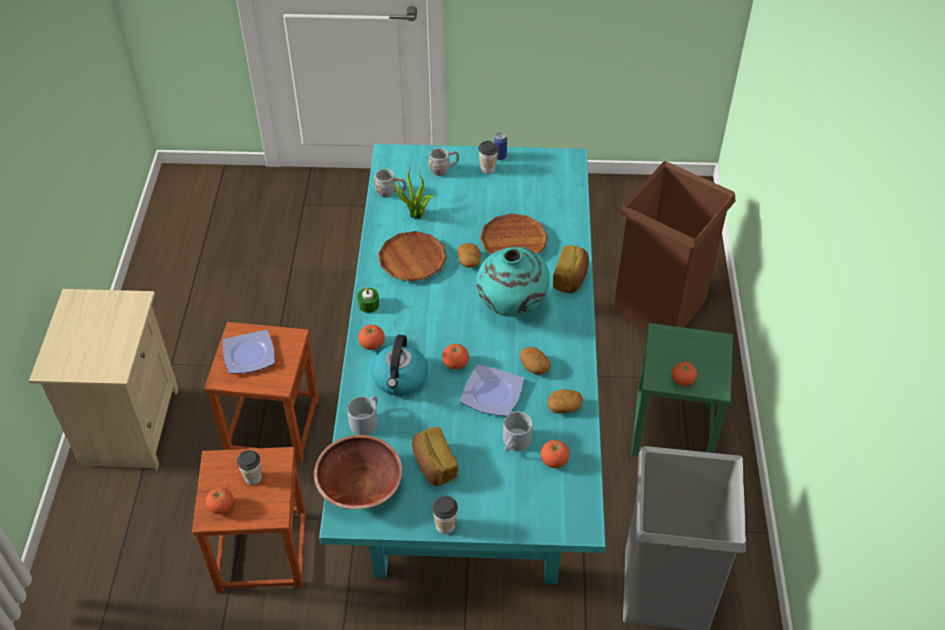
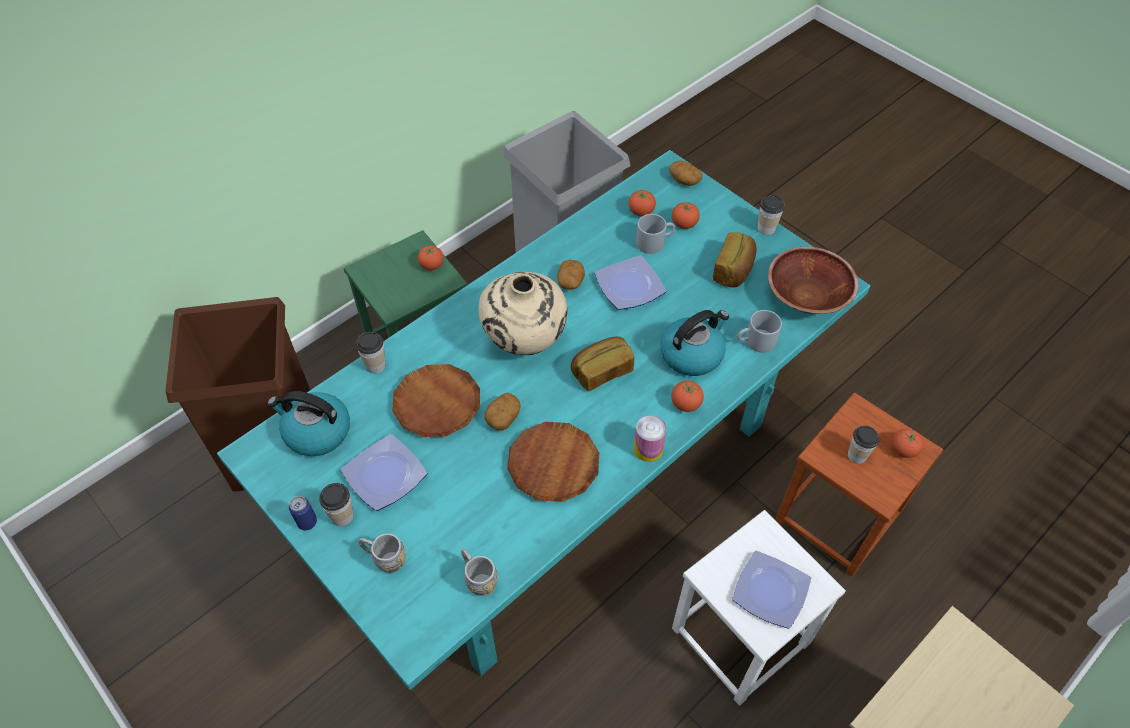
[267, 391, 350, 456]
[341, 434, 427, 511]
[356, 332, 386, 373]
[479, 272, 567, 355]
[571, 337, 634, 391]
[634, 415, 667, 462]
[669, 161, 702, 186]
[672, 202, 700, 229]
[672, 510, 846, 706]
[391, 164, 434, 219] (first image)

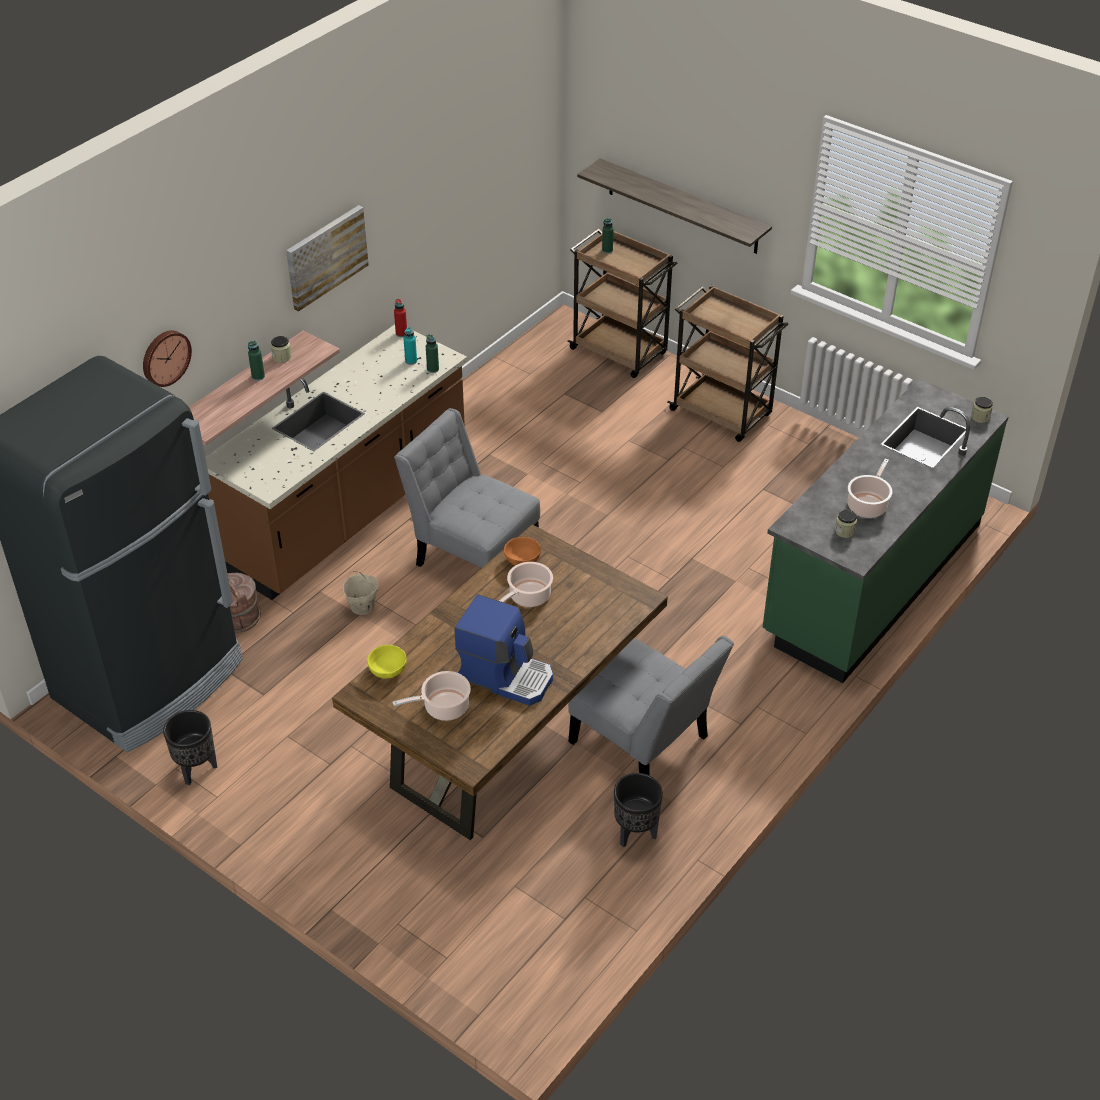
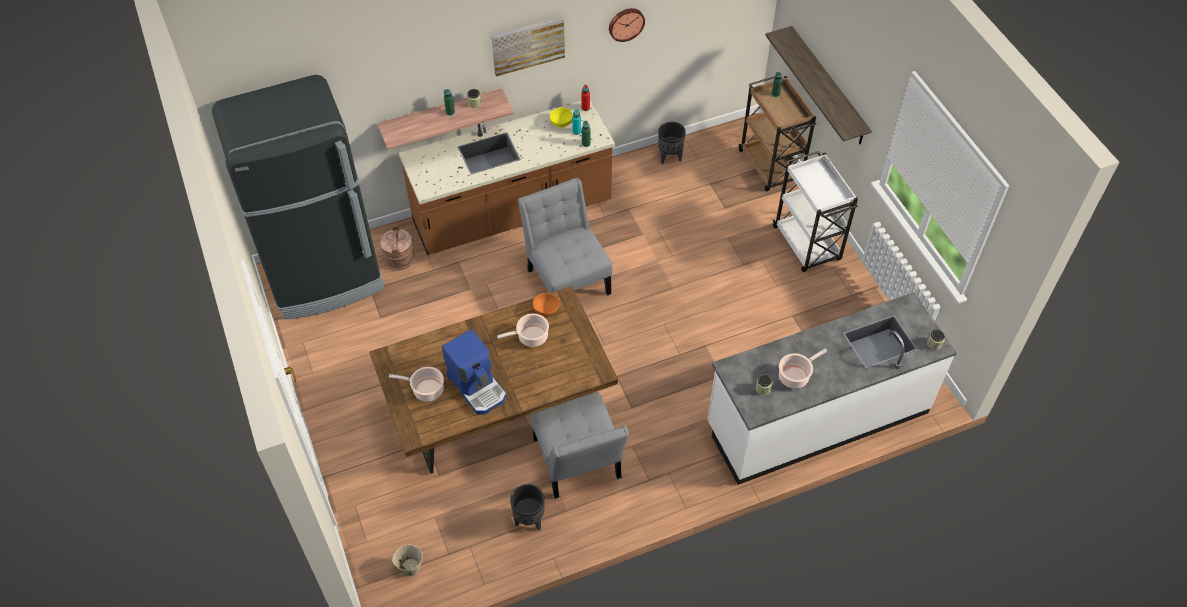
[392, 545, 423, 576]
[550, 108, 573, 127]
[609, 8, 645, 42]
[658, 122, 686, 164]
[708, 292, 957, 485]
[773, 151, 858, 272]

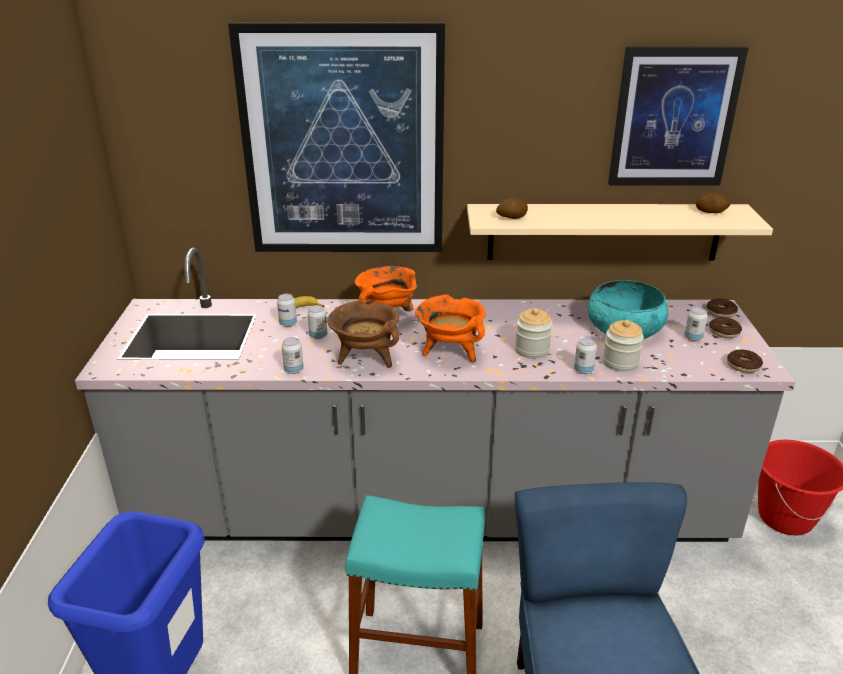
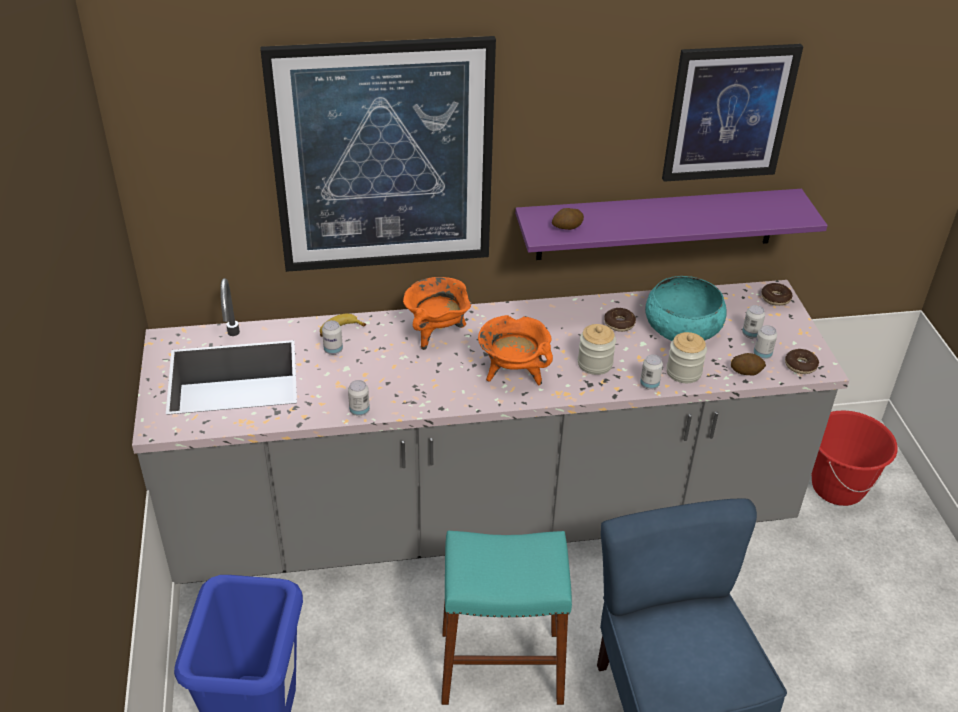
[515, 189, 828, 260]
[604, 308, 636, 332]
[731, 353, 766, 376]
[753, 325, 777, 359]
[327, 300, 399, 368] (first image)

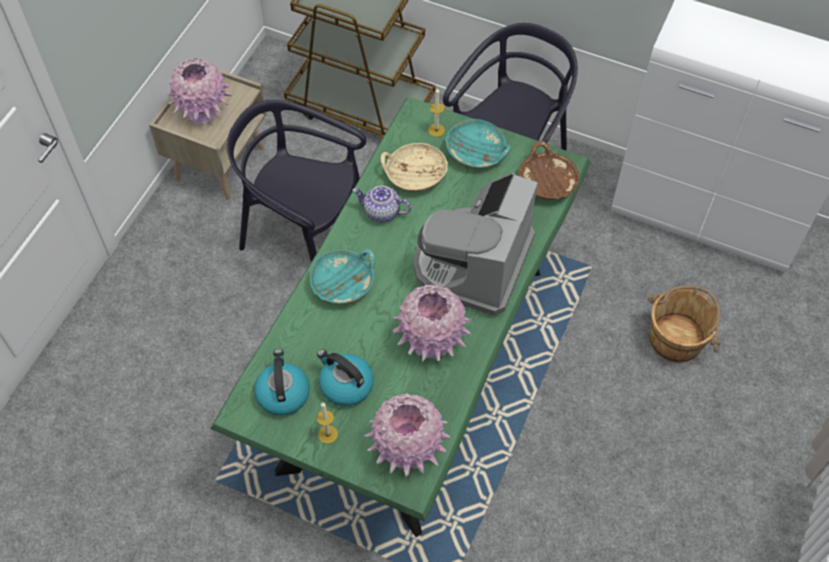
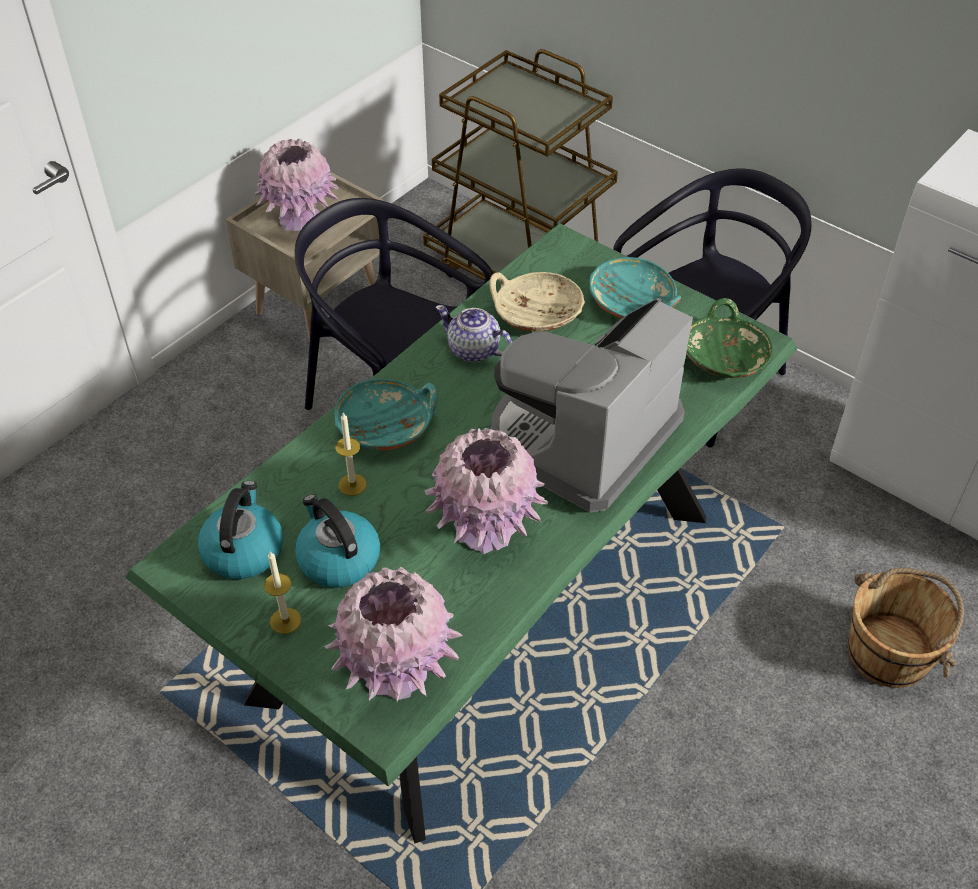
[335, 412, 367, 496]
[686, 298, 773, 378]

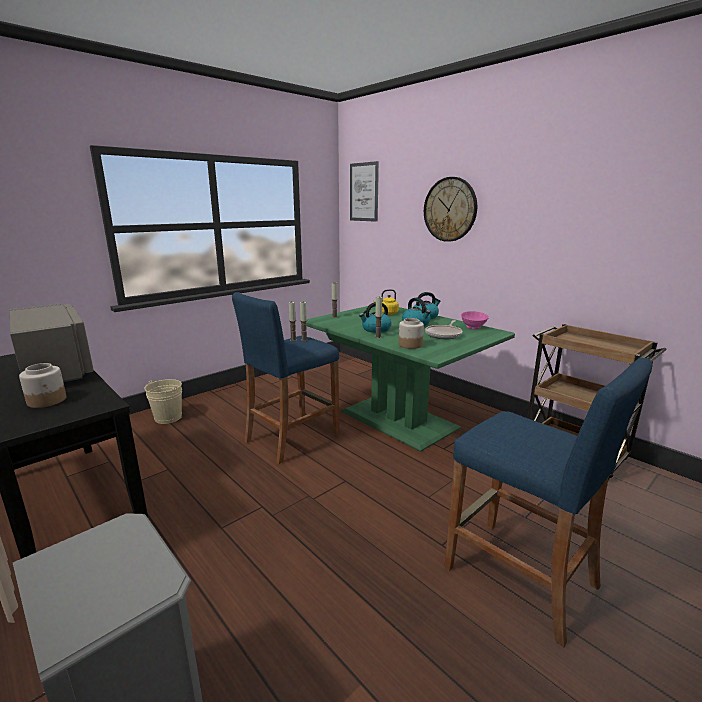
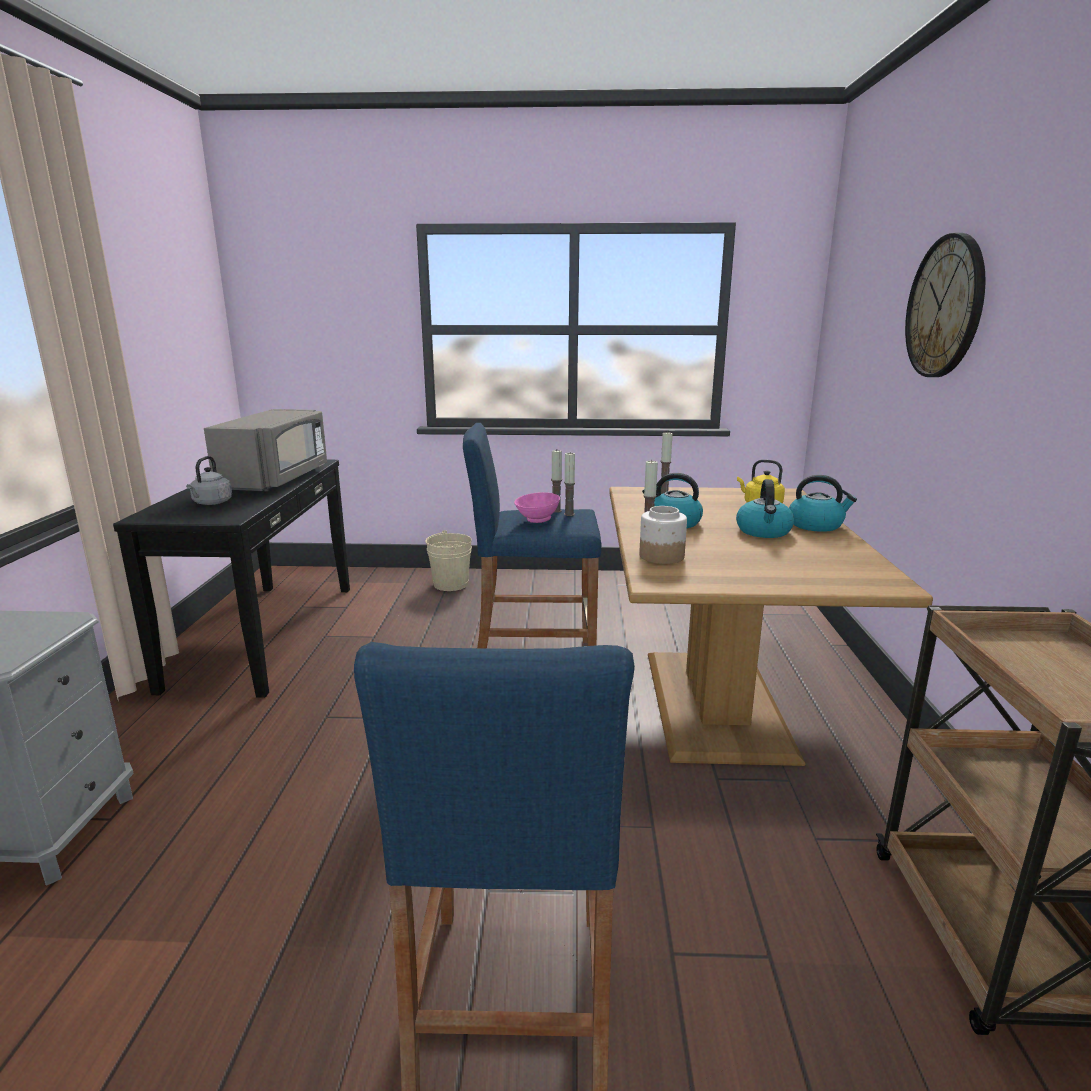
[186, 456, 232, 505]
[514, 492, 560, 523]
[609, 487, 933, 766]
[350, 161, 379, 222] (first image)
[425, 320, 463, 339] (first image)

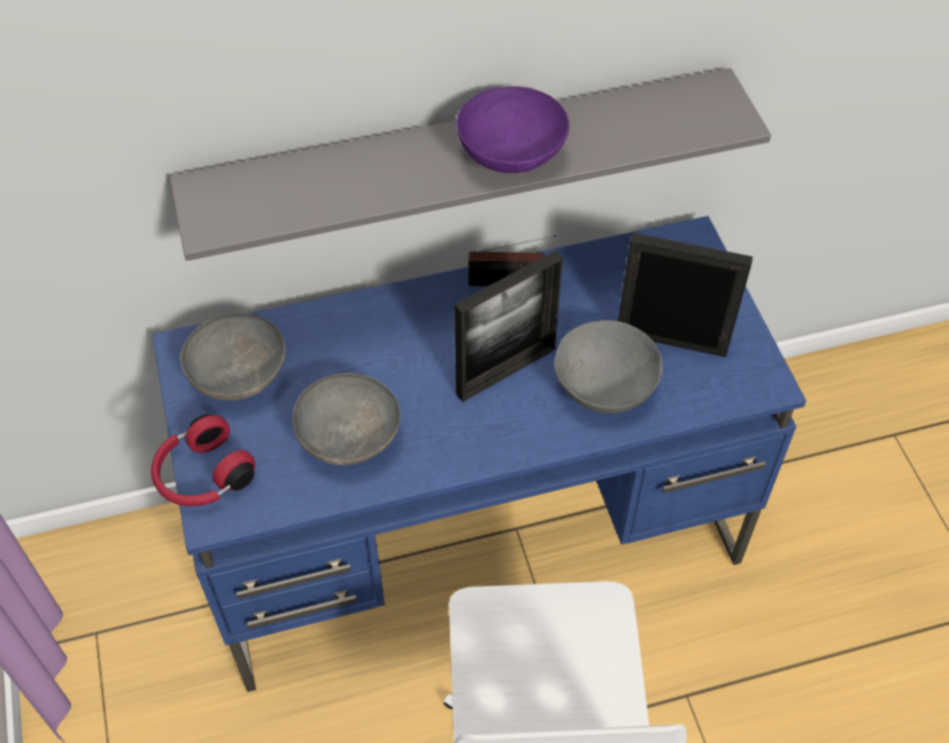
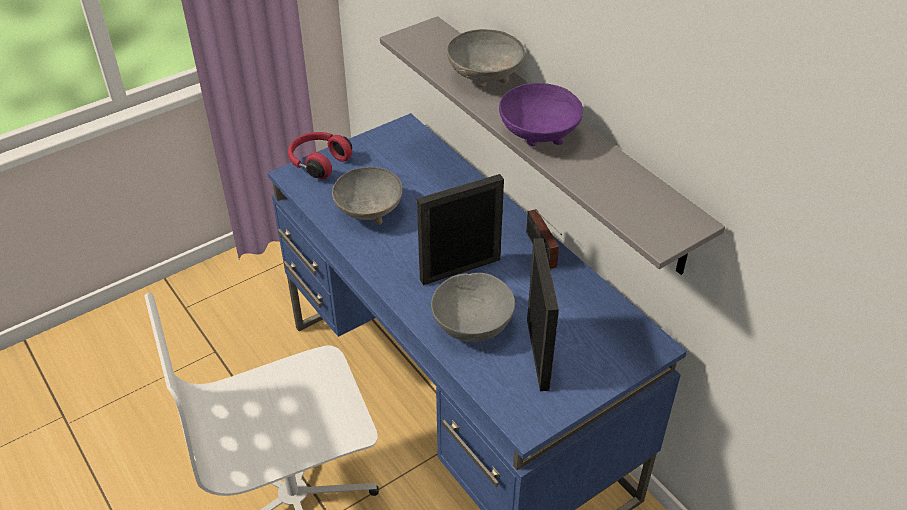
[417, 174, 504, 285]
[447, 29, 525, 87]

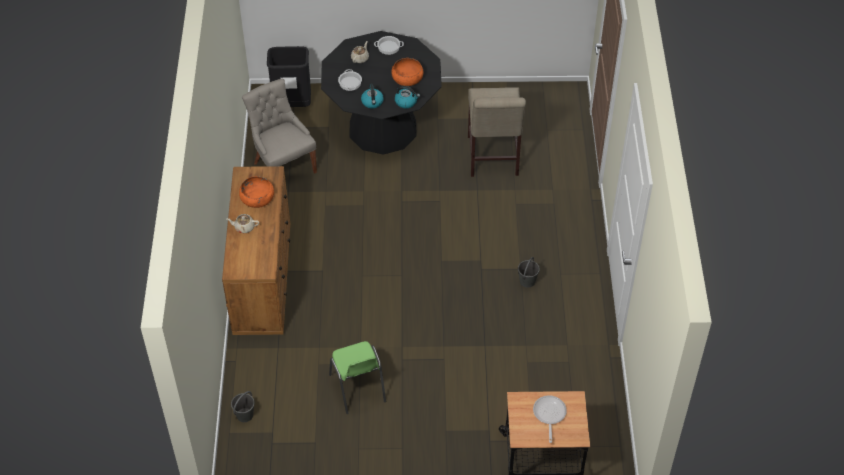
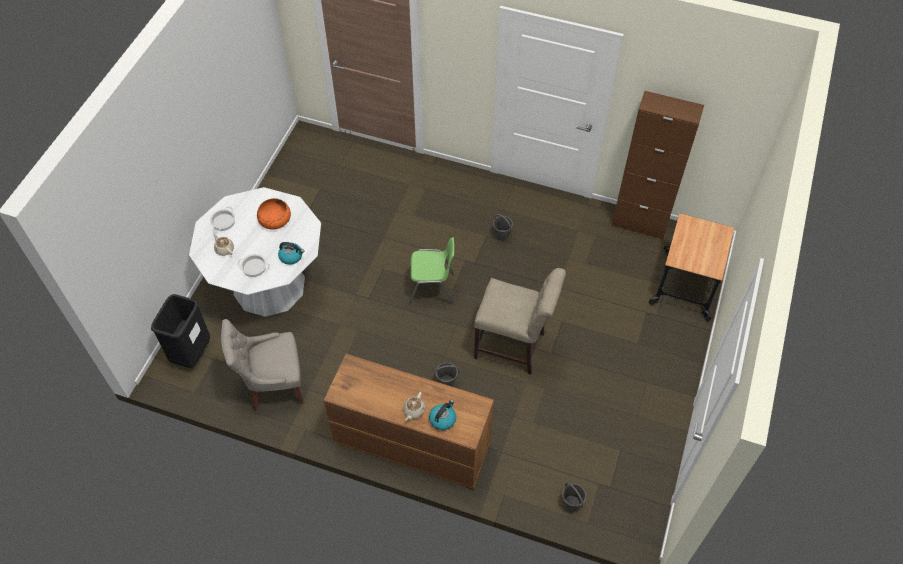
[189, 187, 321, 317]
[408, 237, 455, 306]
[429, 400, 456, 430]
[434, 362, 459, 387]
[474, 268, 566, 375]
[612, 91, 704, 240]
[239, 176, 274, 208] (first image)
[533, 395, 567, 443] (first image)

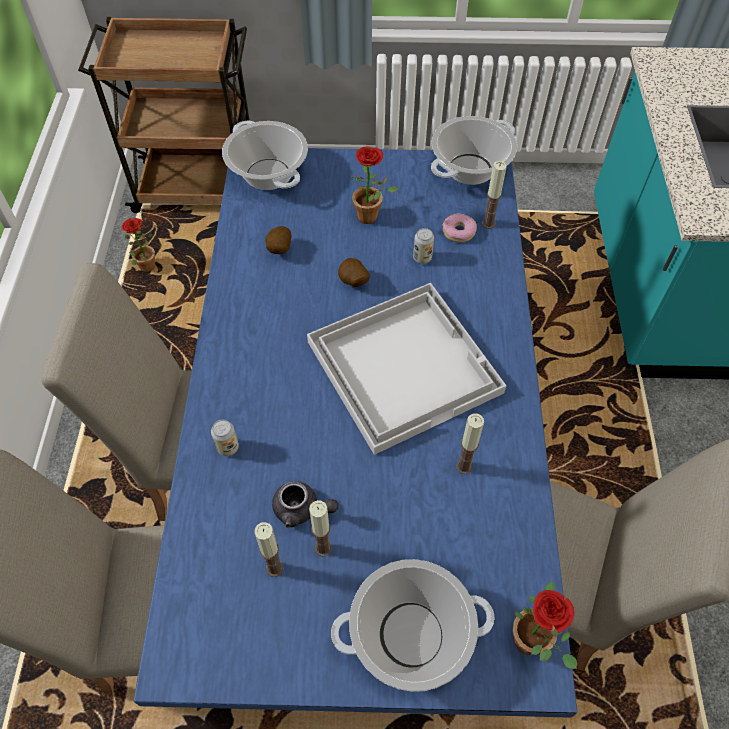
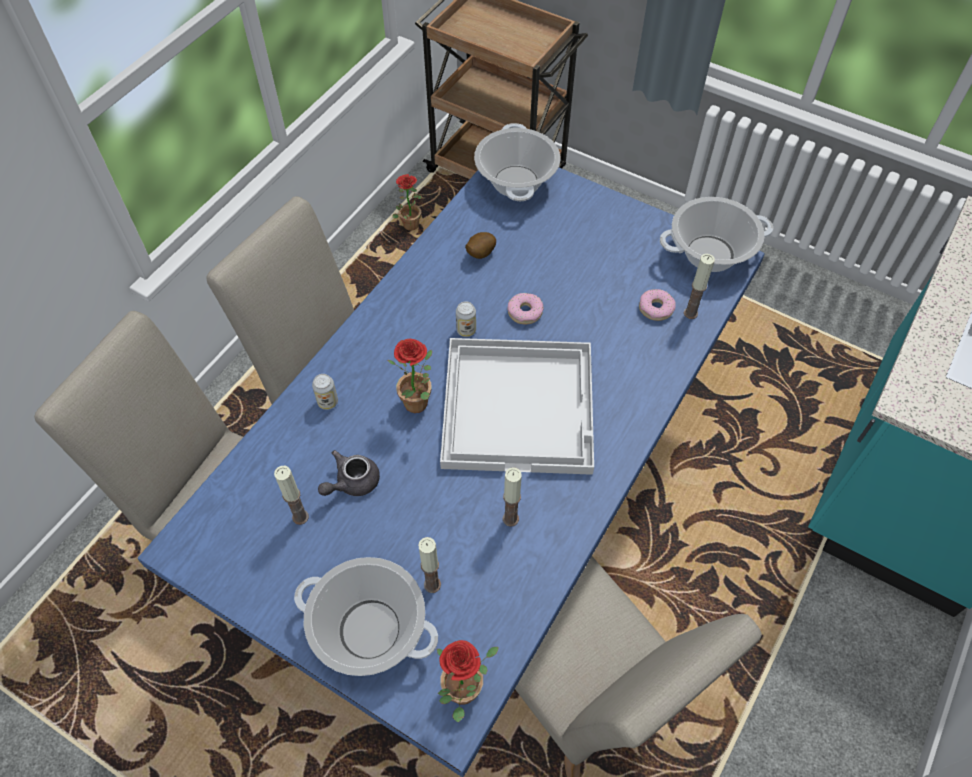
[318, 450, 380, 496]
[388, 339, 432, 413]
[418, 537, 441, 593]
[456, 301, 476, 337]
[507, 293, 544, 325]

